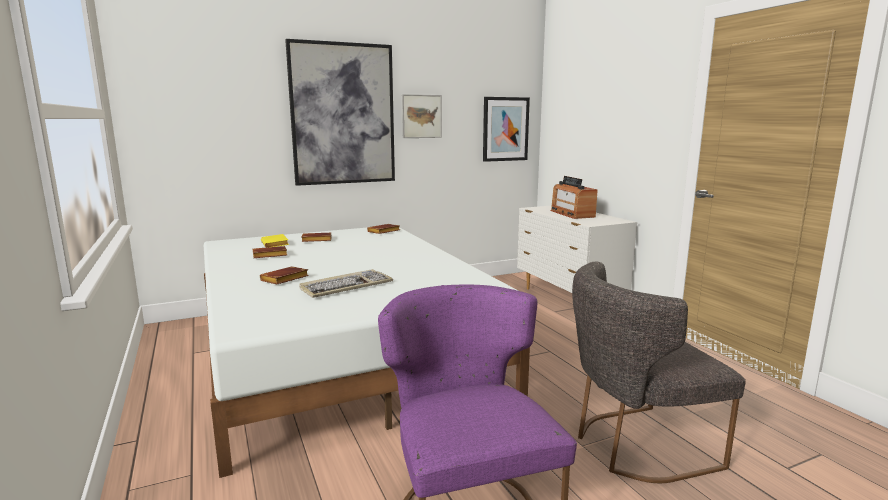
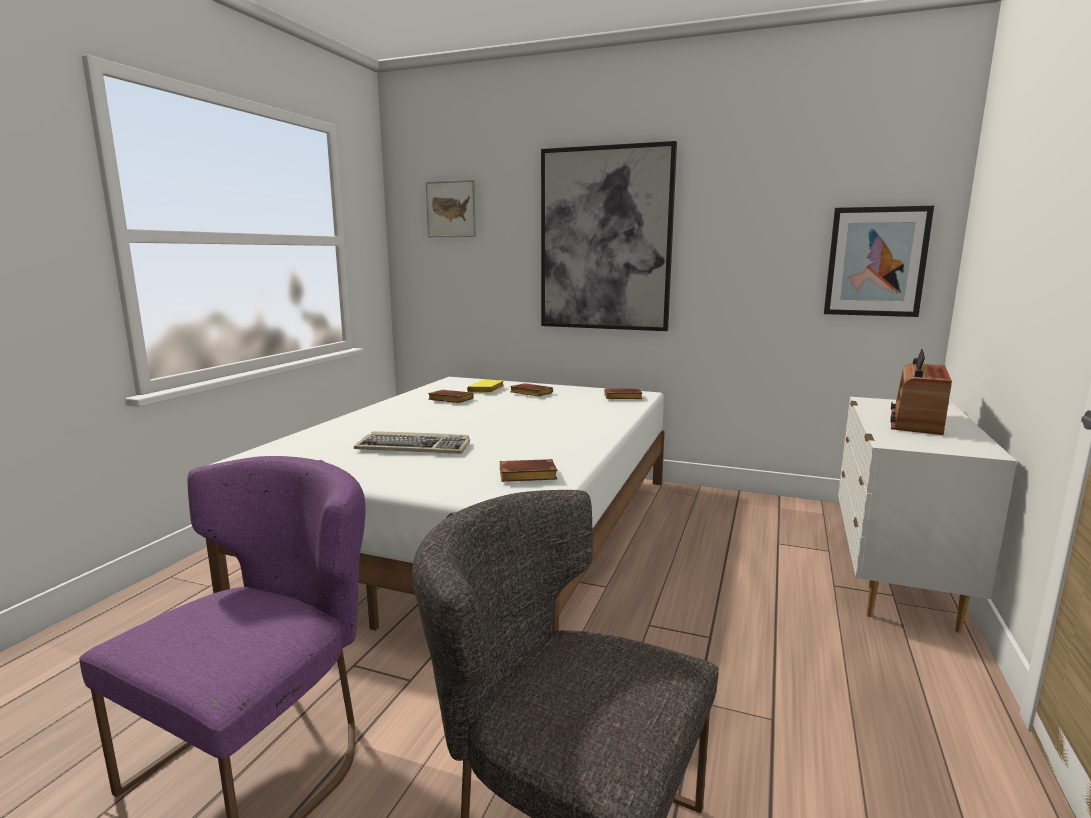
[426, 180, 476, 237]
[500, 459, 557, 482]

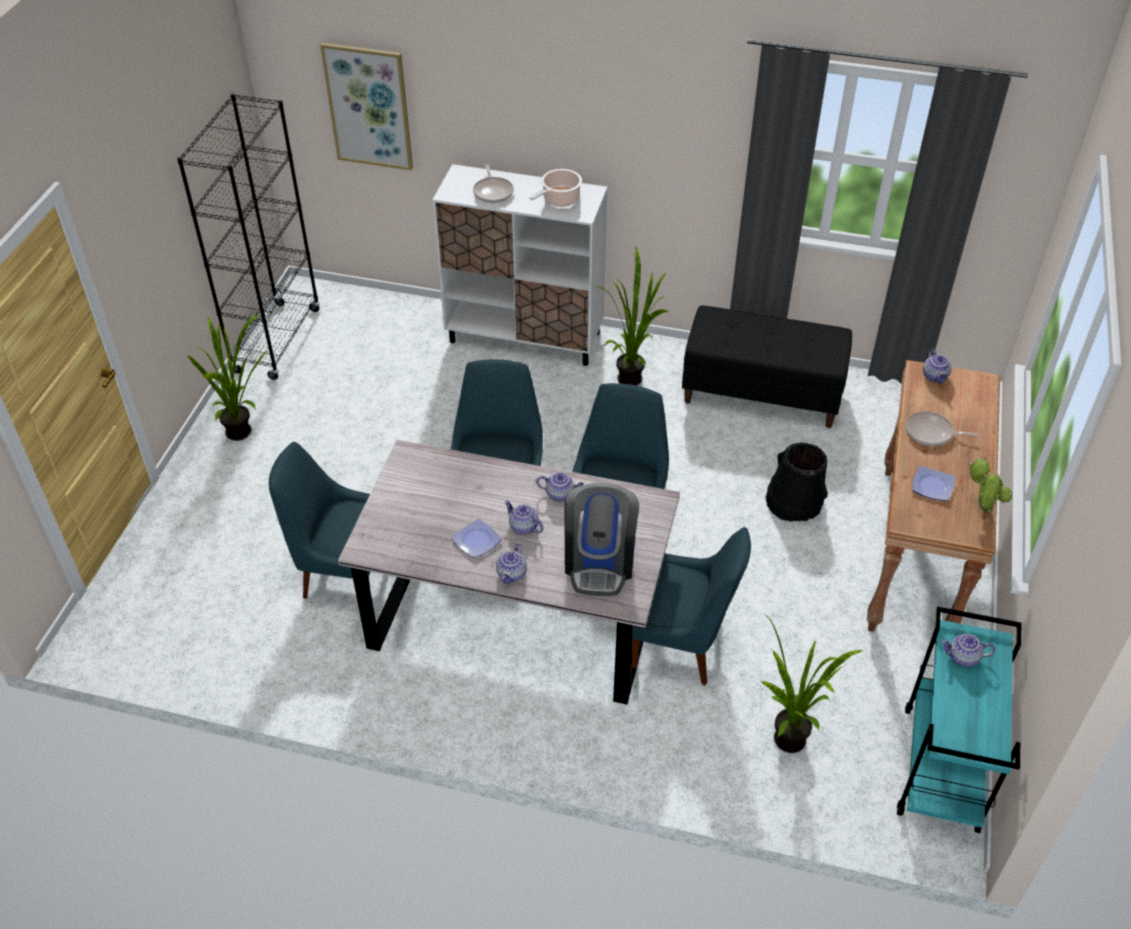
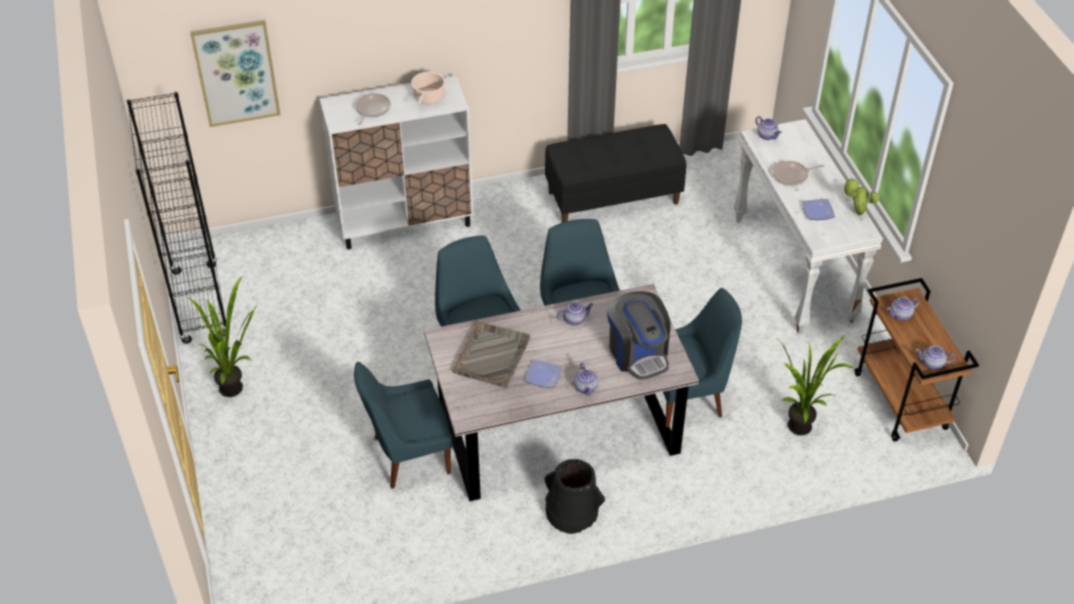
[355, 93, 391, 125]
[452, 322, 530, 388]
[544, 459, 605, 534]
[734, 119, 883, 334]
[854, 278, 979, 442]
[916, 346, 955, 370]
[594, 247, 669, 386] (first image)

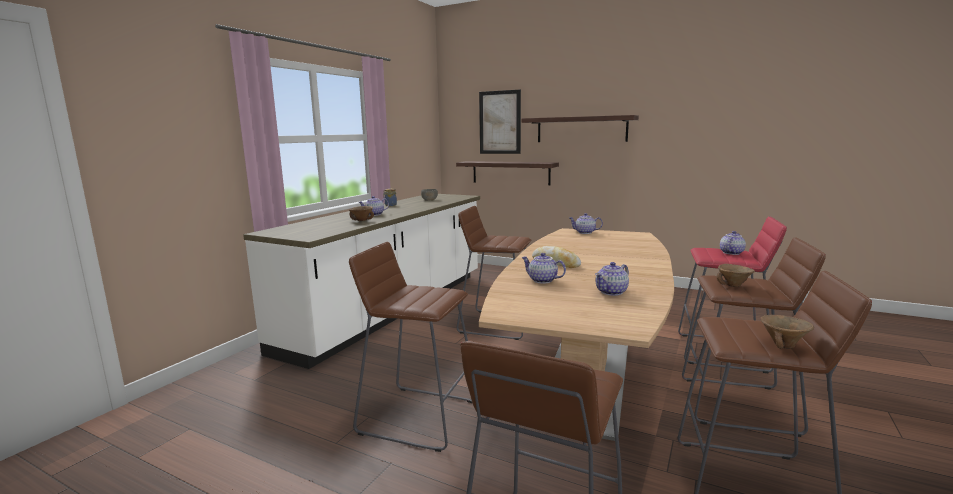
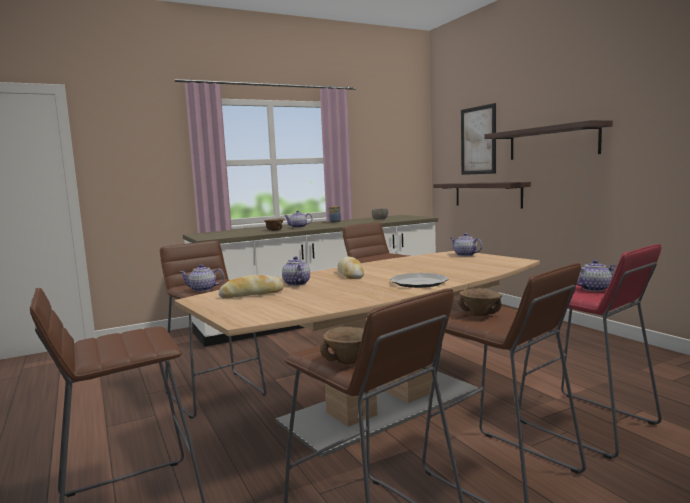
[179, 264, 224, 292]
[219, 275, 284, 298]
[390, 273, 449, 288]

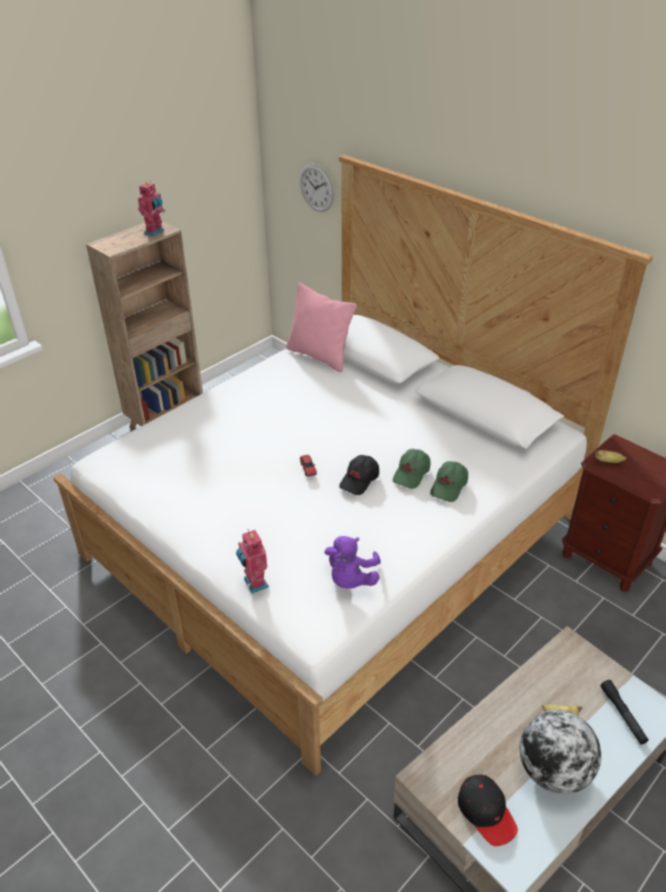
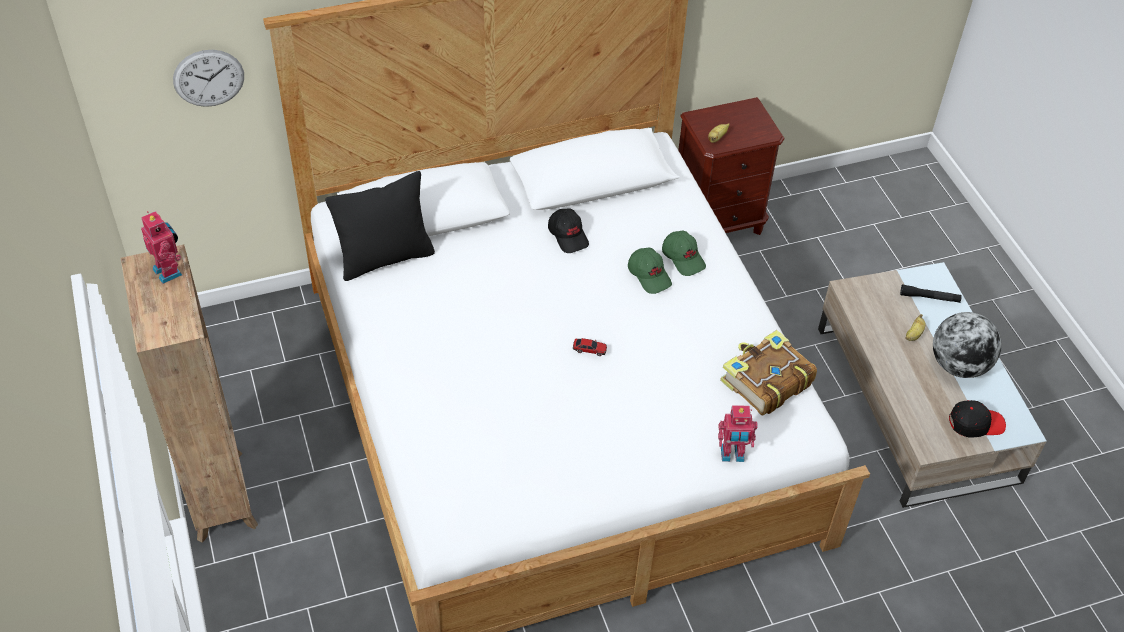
[325, 171, 435, 281]
[548, 208, 589, 253]
[720, 330, 817, 415]

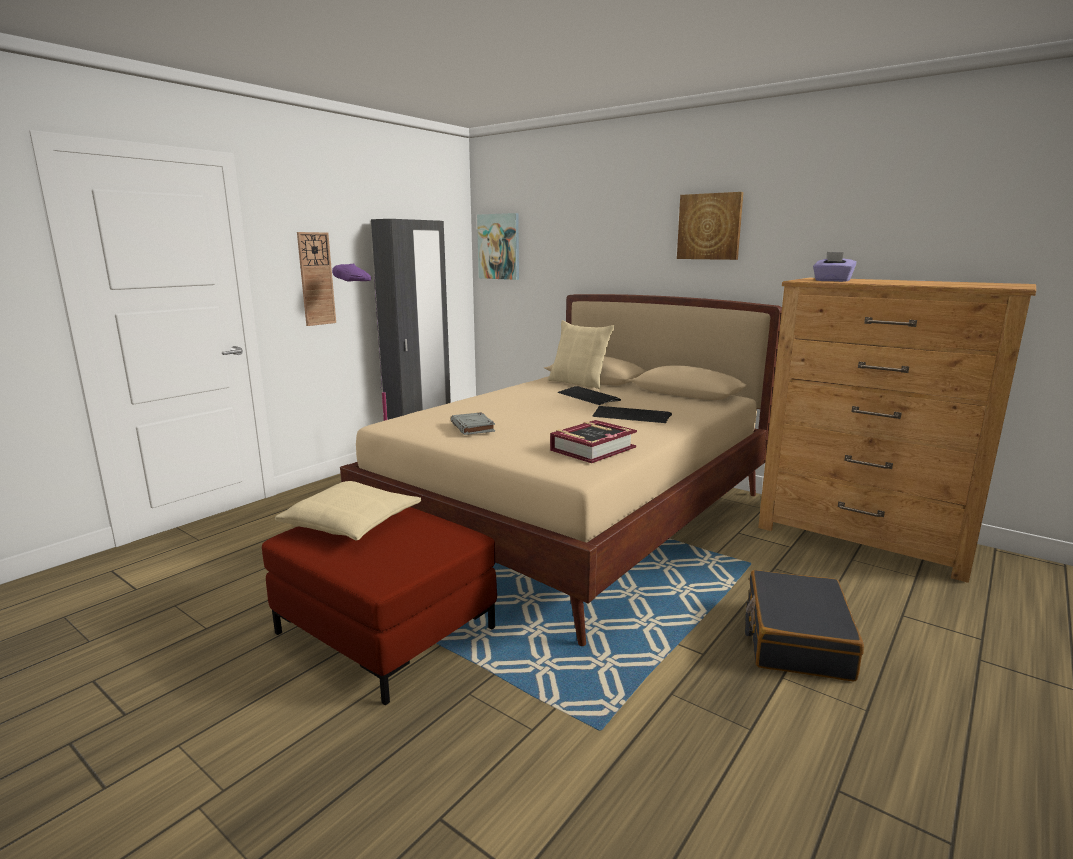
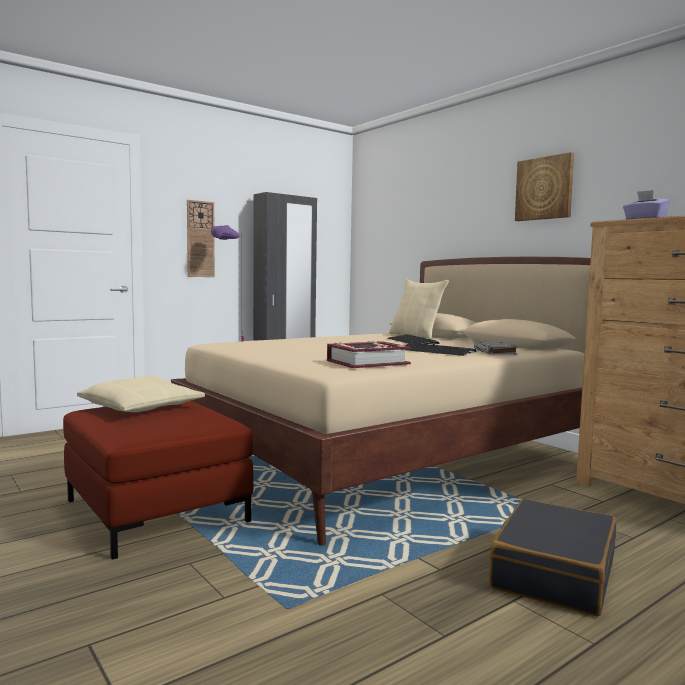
[474, 342, 518, 355]
[477, 213, 519, 280] (first image)

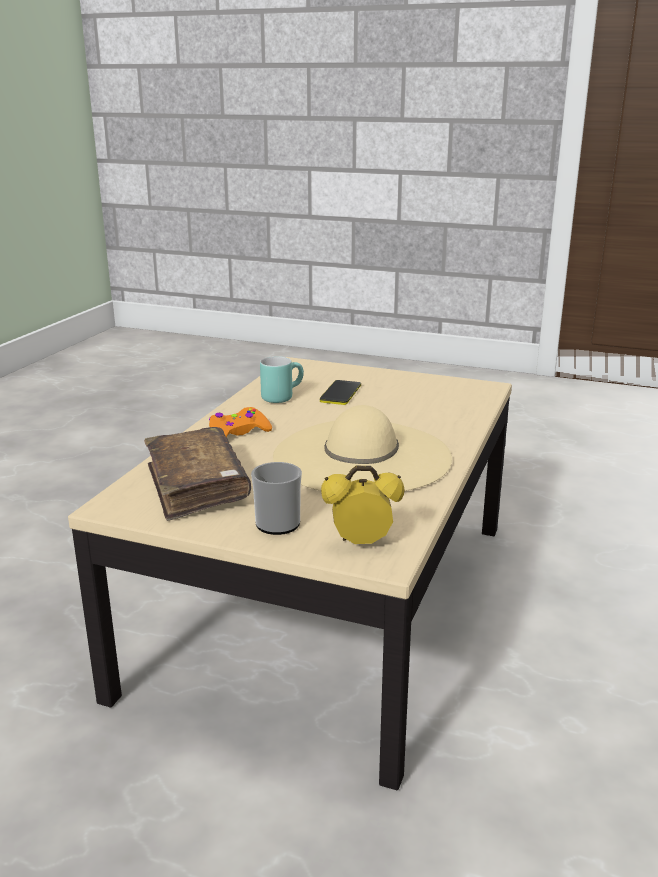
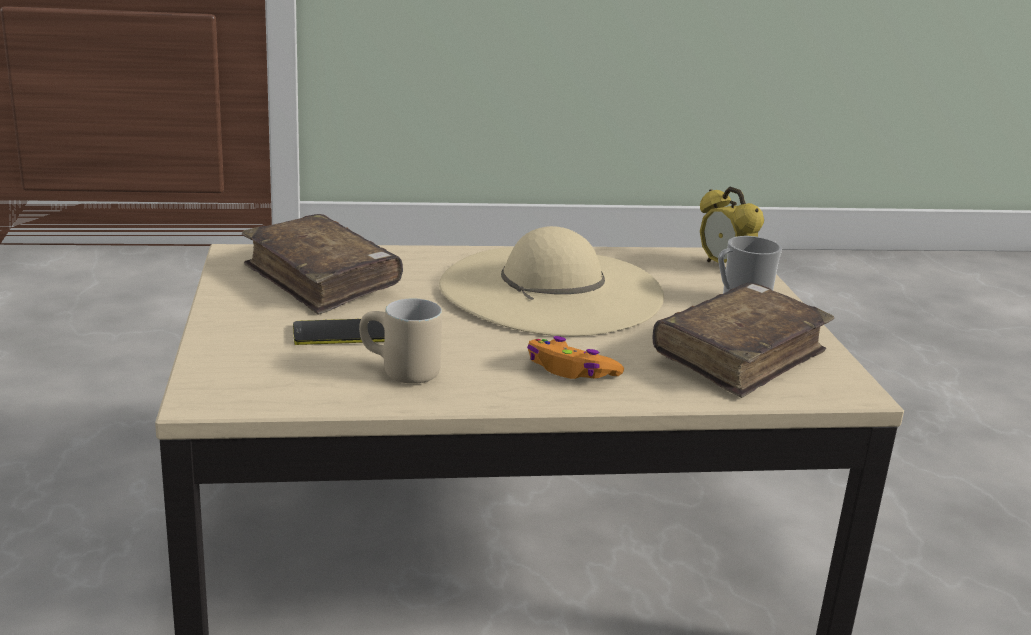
[242, 214, 403, 315]
[359, 298, 442, 384]

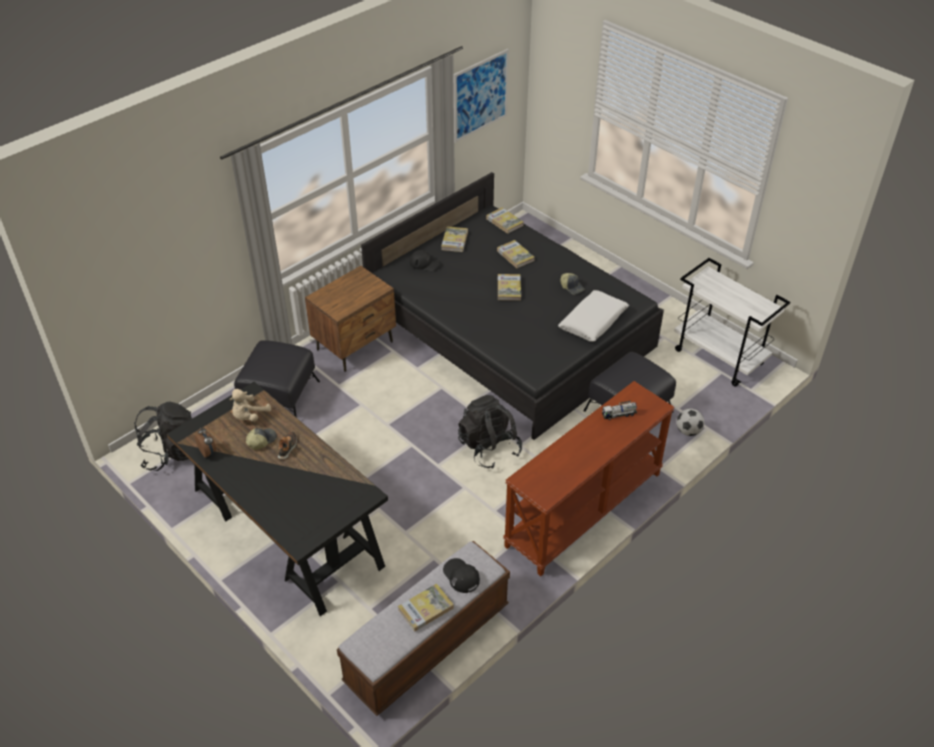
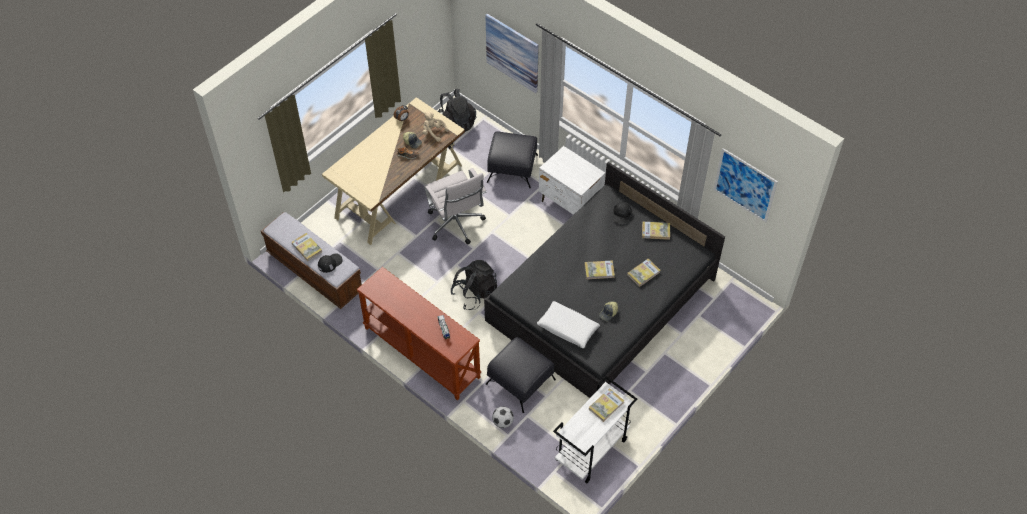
[322, 97, 465, 245]
[424, 168, 487, 245]
[485, 14, 539, 93]
[539, 146, 606, 215]
[589, 388, 624, 422]

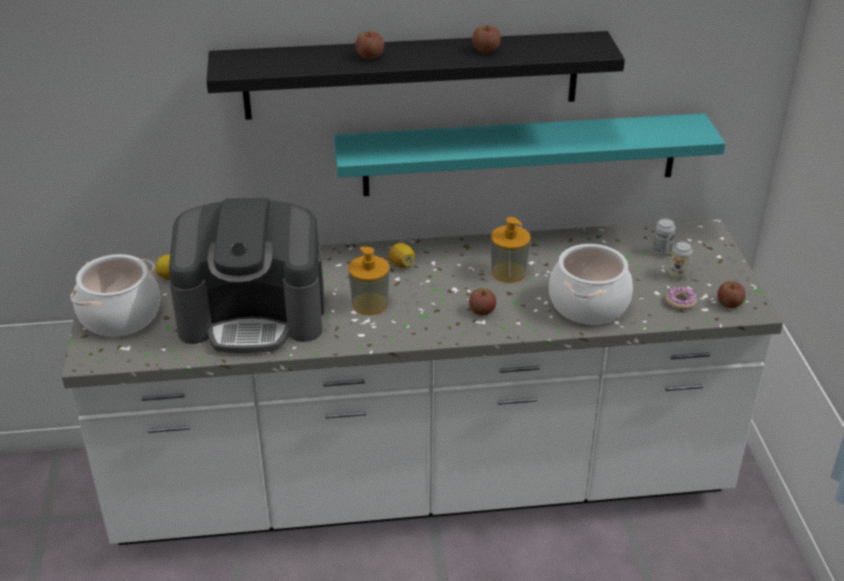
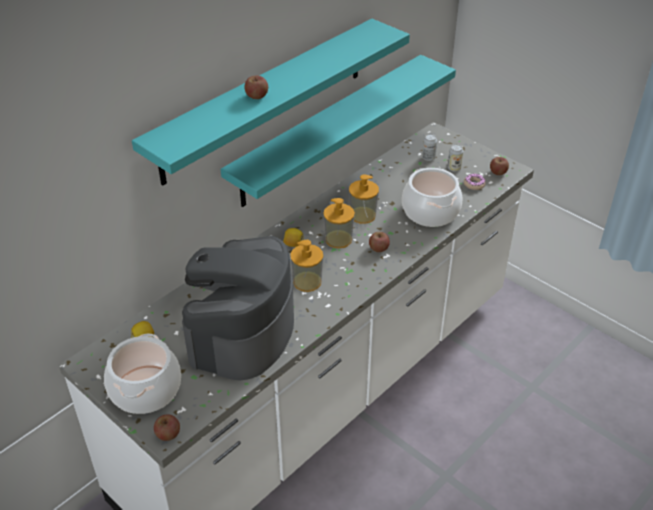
[132, 18, 410, 186]
[154, 414, 180, 441]
[182, 236, 294, 381]
[323, 198, 355, 248]

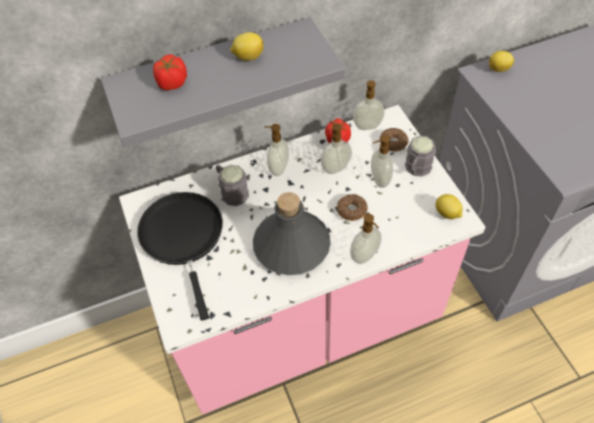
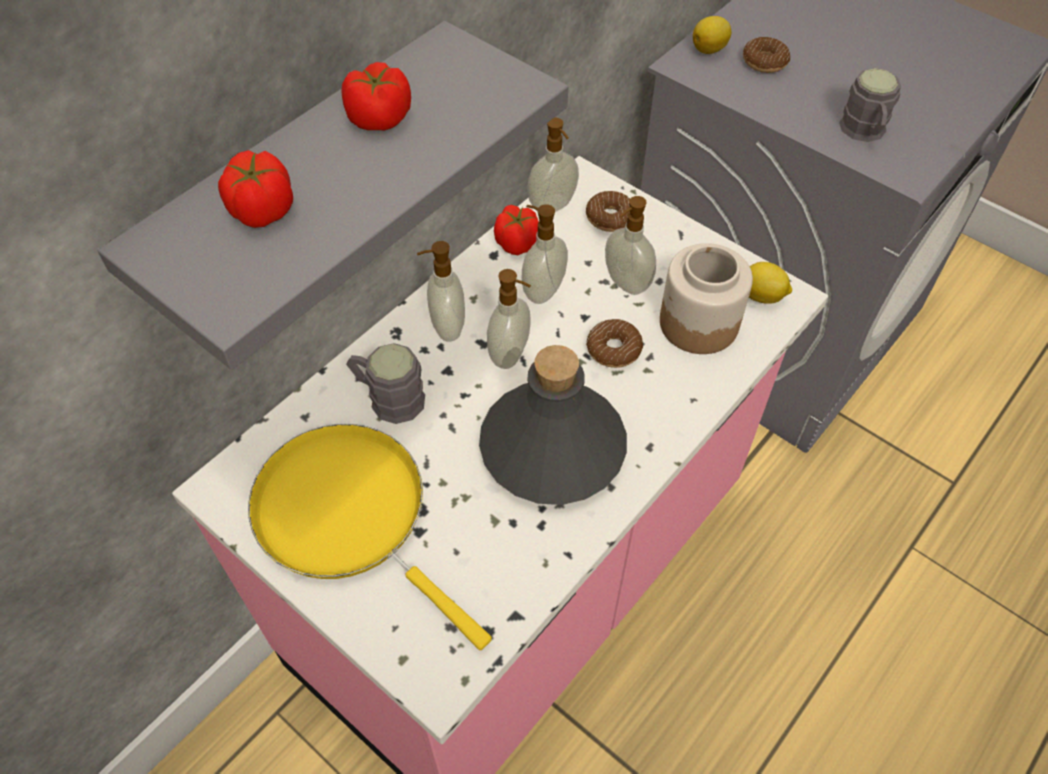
[248, 424, 492, 650]
[341, 62, 411, 130]
[487, 269, 531, 369]
[660, 243, 753, 354]
[743, 37, 790, 73]
[839, 68, 901, 142]

